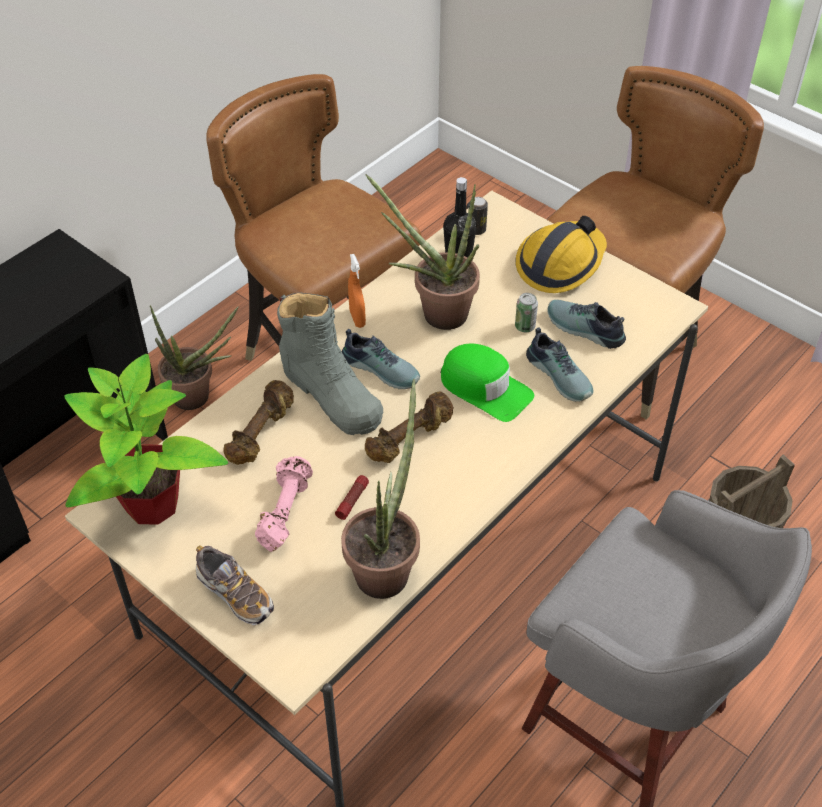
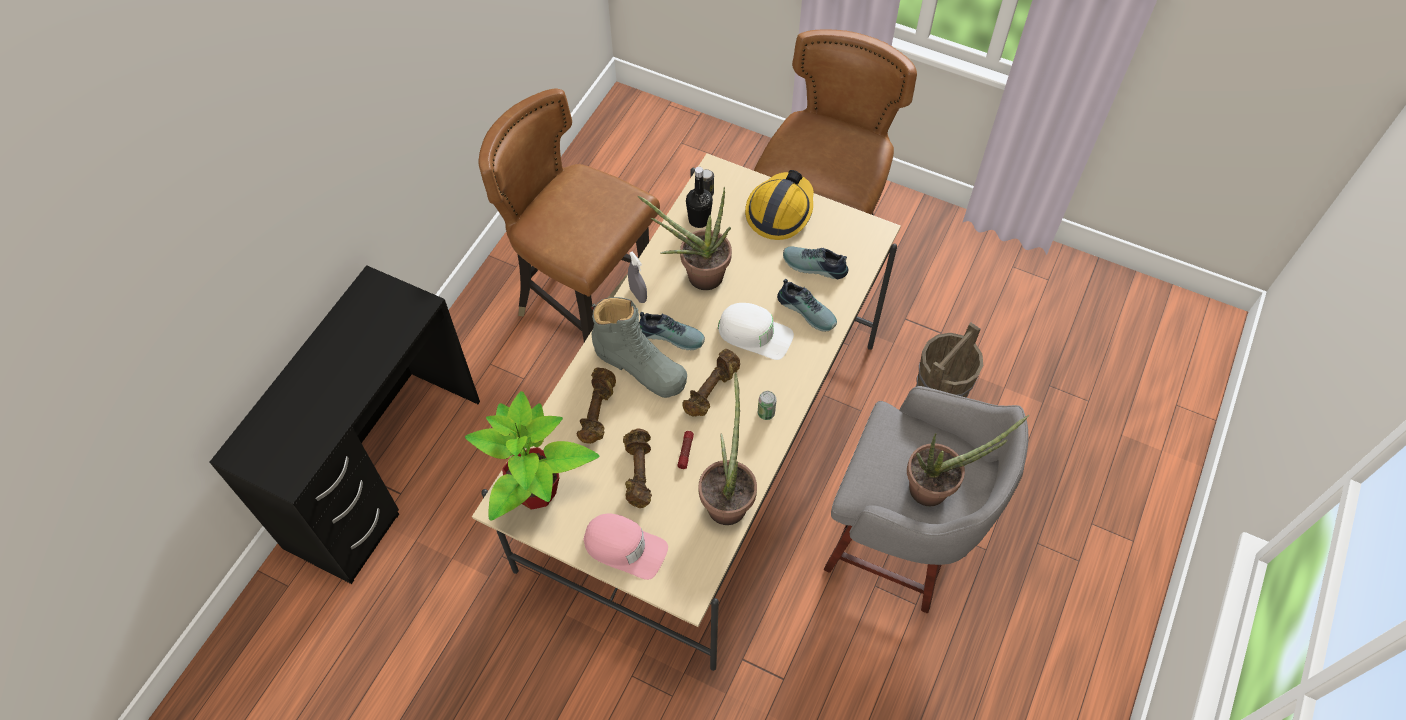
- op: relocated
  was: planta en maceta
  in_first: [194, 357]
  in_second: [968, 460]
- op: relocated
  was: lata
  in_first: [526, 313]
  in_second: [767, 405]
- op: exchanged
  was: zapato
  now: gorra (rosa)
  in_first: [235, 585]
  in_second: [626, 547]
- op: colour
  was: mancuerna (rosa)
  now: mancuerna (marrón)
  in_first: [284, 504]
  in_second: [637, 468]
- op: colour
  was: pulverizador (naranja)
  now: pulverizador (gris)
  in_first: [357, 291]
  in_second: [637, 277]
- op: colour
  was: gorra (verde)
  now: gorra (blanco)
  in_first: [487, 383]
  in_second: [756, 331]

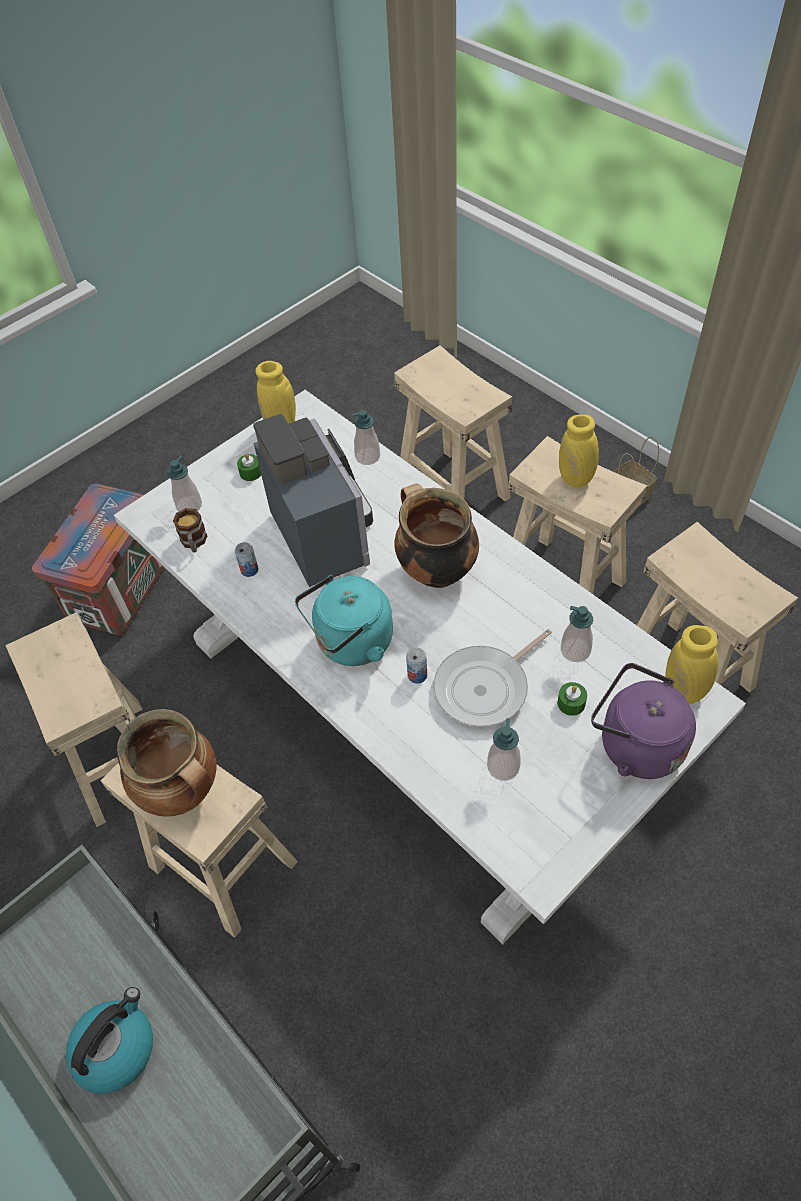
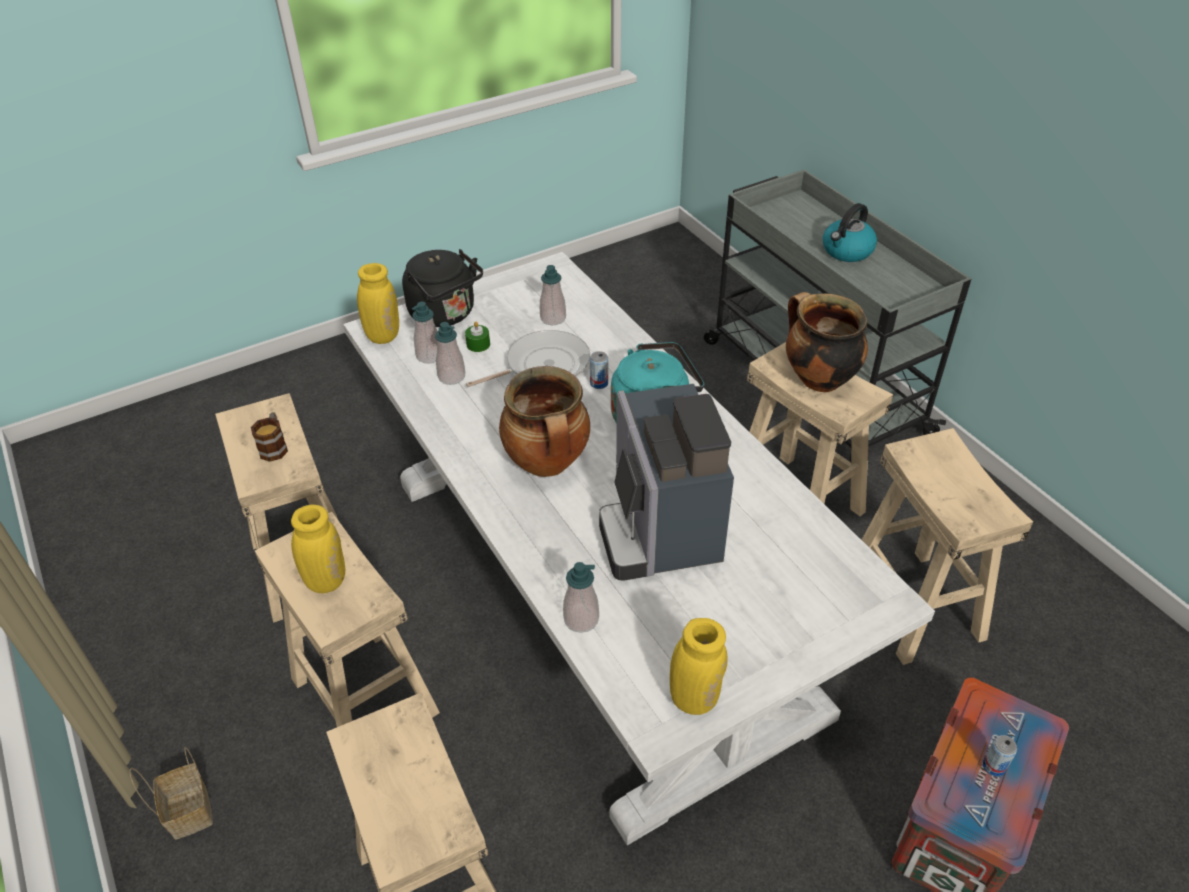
- op: missing
  was: vela (verde)
  in_first: [249, 467]
- op: relocated
  was: dispensador de jabón
  in_first: [184, 484]
  in_second: [425, 333]
- op: relocated
  was: taza grande
  in_first: [190, 530]
  in_second: [269, 437]
- op: relocated
  was: lata
  in_first: [246, 559]
  in_second: [1000, 756]
- op: colour
  was: hervidor (morado)
  now: hervidor (negro)
  in_first: [643, 721]
  in_second: [442, 288]

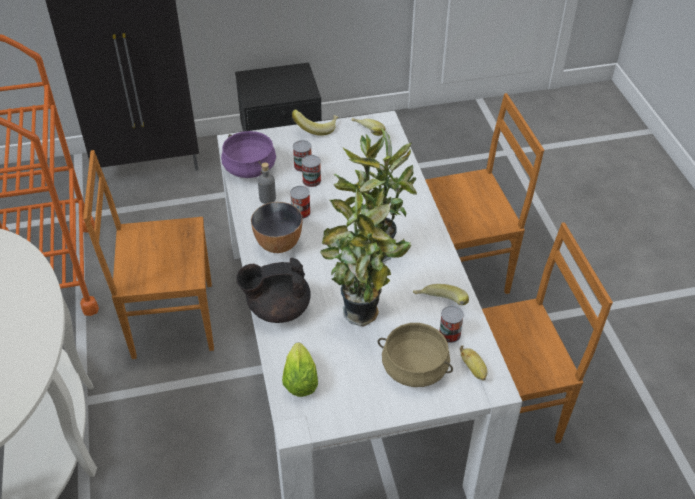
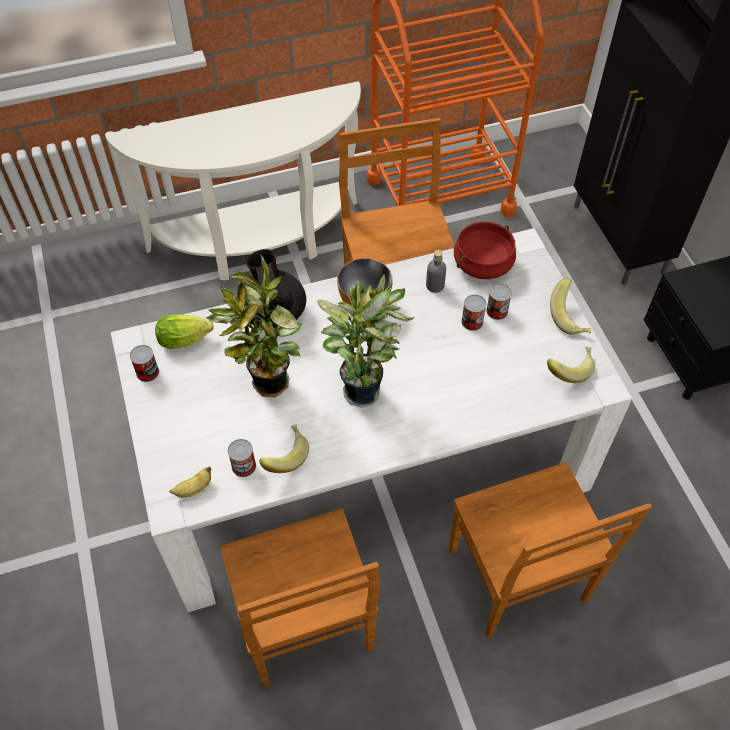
- op: missing
  was: olla (beis)
  in_first: [415, 355]
- op: relocated
  was: lata
  in_first: [300, 202]
  in_second: [144, 363]
- op: colour
  was: olla (morado)
  now: olla (rojo)
  in_first: [248, 154]
  in_second: [485, 250]

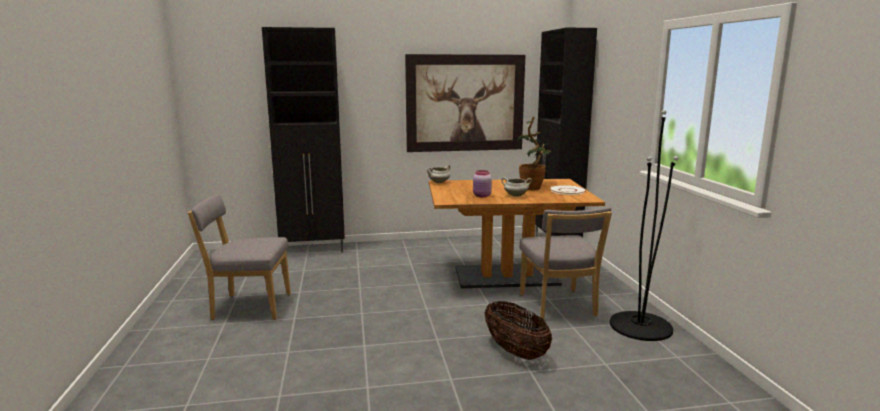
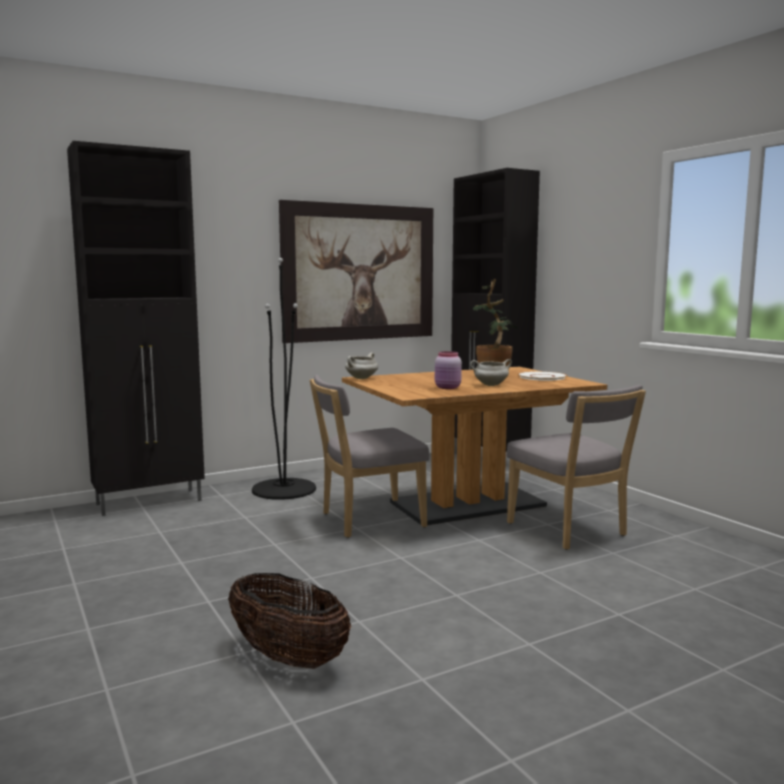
- op: relocated
  was: silla (gris)
  in_first: [239, 257]
  in_second: [369, 456]
- op: relocated
  was: cesta
  in_first: [518, 330]
  in_second: [289, 621]
- op: relocated
  was: lámpara de pie (negro)
  in_first: [644, 225]
  in_second: [284, 379]

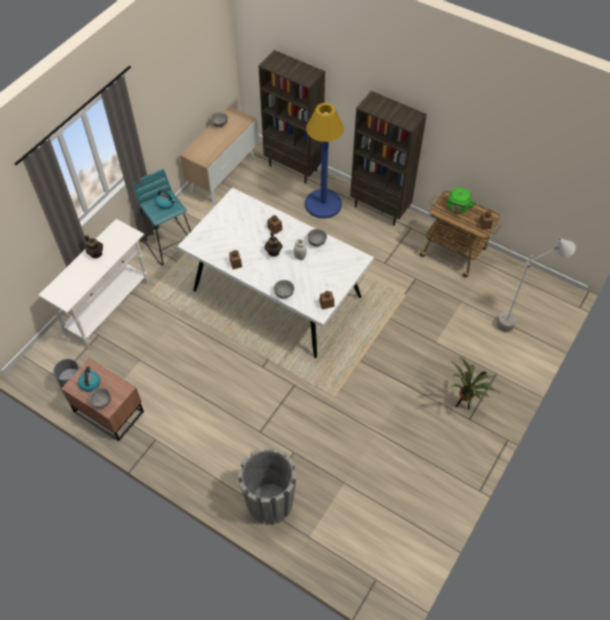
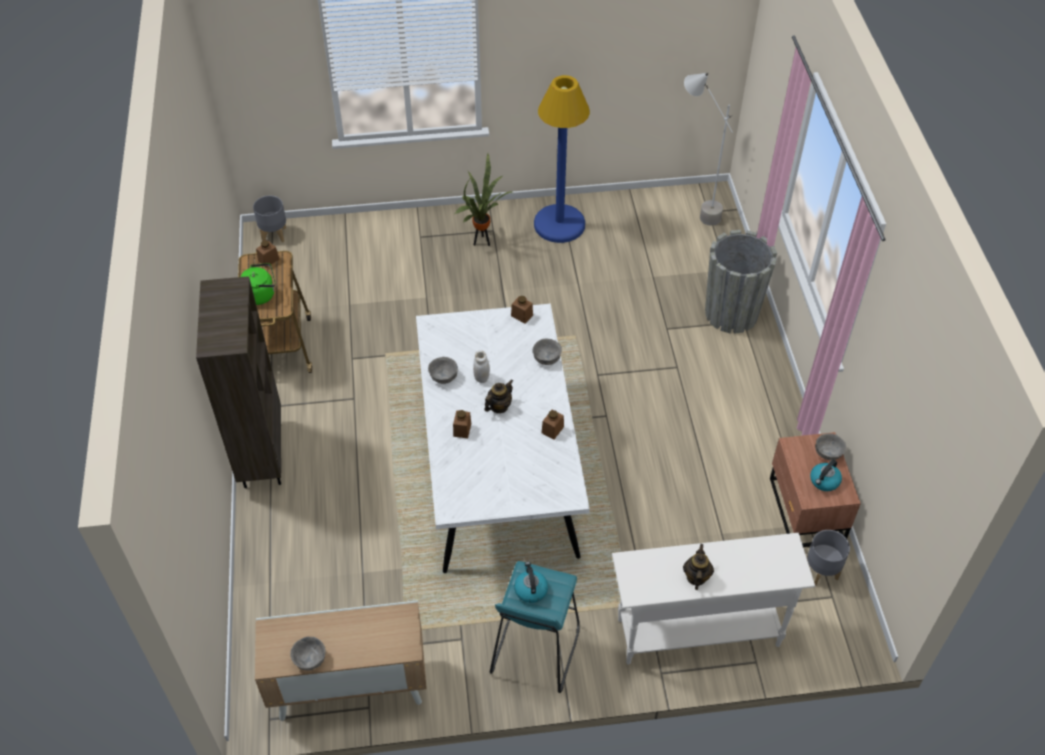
- op: missing
  was: estantería (marrón)
  in_first: [291, 116]
- op: appeared
  now: maceta (gris)
  in_second: [269, 219]
- op: relocated
  was: lámpara de pie (azul)
  in_first: [324, 161]
  in_second: [562, 159]
- op: relocated
  was: lámpara de pie (gris)
  in_first: [536, 285]
  in_second: [708, 149]

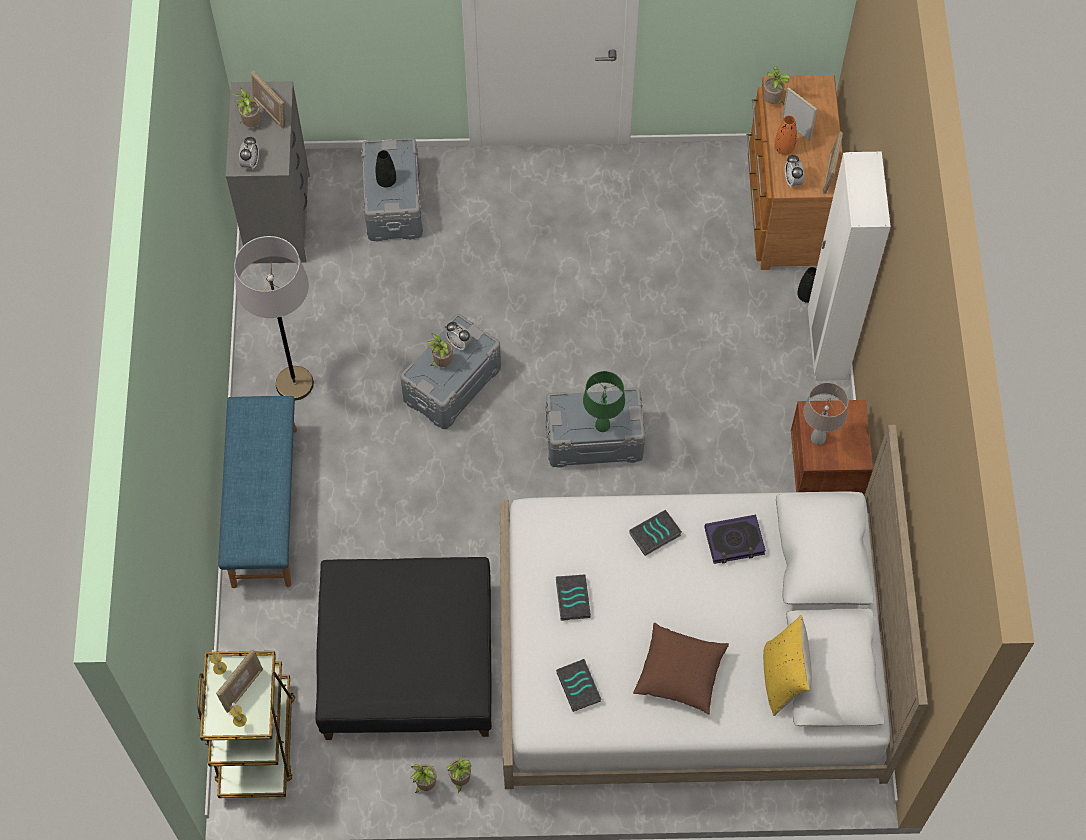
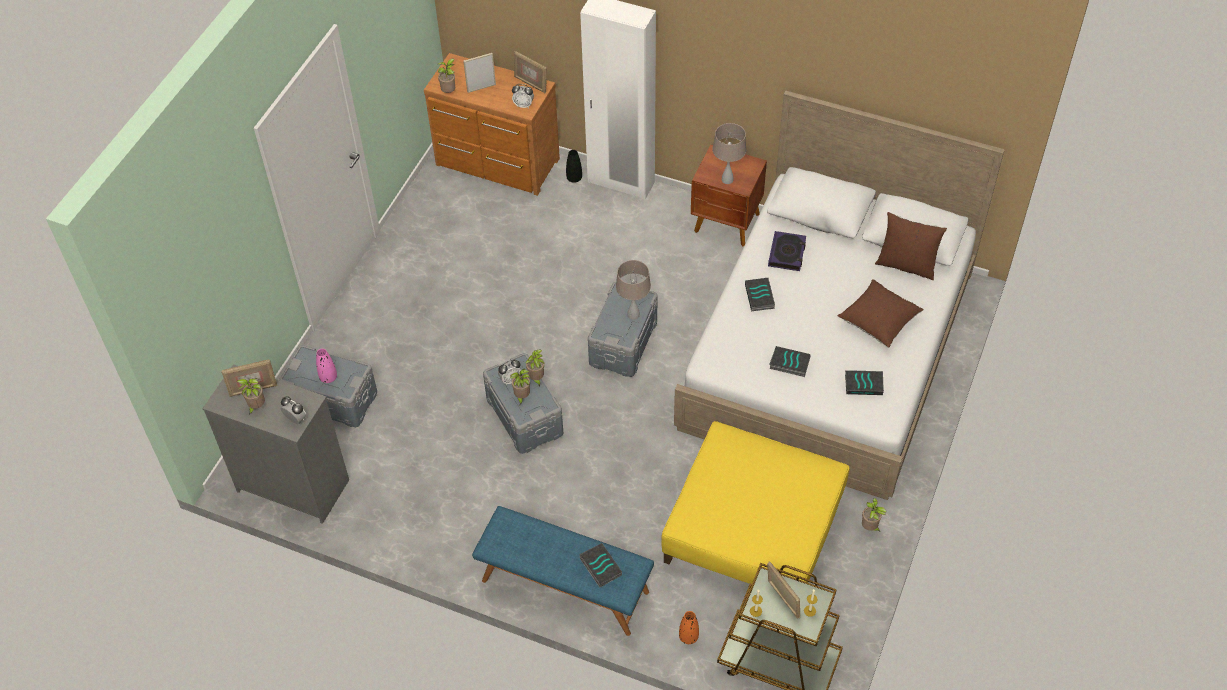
- op: missing
  was: lámpara de pie (gris)
  in_first: [274, 318]
- op: appeared
  now: libro
  in_second: [600, 565]
- op: relocated
  was: planta en maceta
  in_first: [423, 778]
  in_second: [535, 368]
- op: relocated
  was: florero (naranja)
  in_first: [785, 135]
  in_second: [689, 627]
- op: colour
  was: puf (negro)
  now: puf (amarillo)
  in_first: [403, 648]
  in_second: [755, 502]
- op: colour
  was: florero (negro)
  now: florero (rosa)
  in_first: [386, 169]
  in_second: [326, 366]
- op: colour
  was: lámpara de mesa (verde)
  now: lámpara de mesa (beis)
  in_first: [604, 401]
  in_second: [633, 290]
- op: colour
  was: cojín (amarillo)
  now: cojín (marrón)
  in_first: [787, 665]
  in_second: [911, 246]

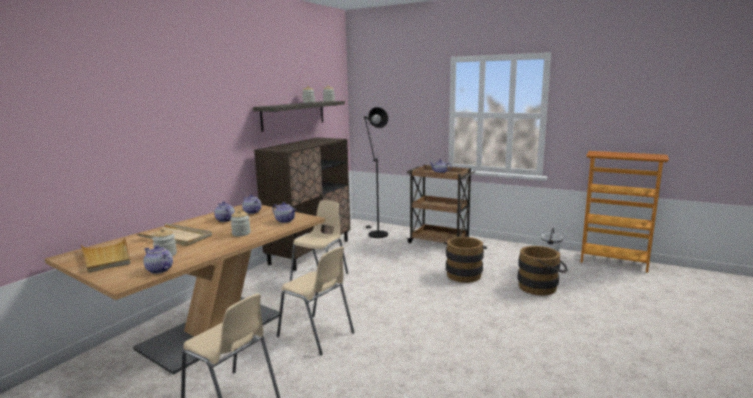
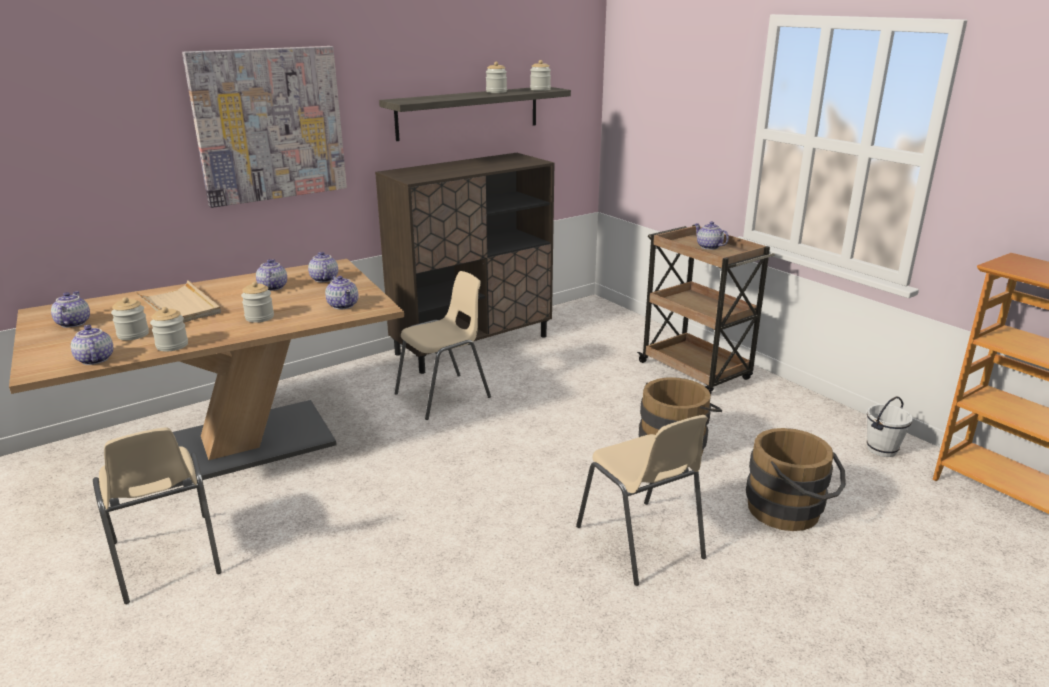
- op: missing
  was: lámpara de pie (negro)
  in_first: [375, 172]
- op: appeared
  now: tarro
  in_second: [169, 329]
- op: appeared
  now: cuadro
  in_second: [264, 127]
- op: relocated
  was: silla (beis)
  in_first: [316, 300]
  in_second: [642, 500]
- op: exchanged
  was: bandeja (beis)
  now: tetera
  in_first: [105, 255]
  in_second: [70, 309]

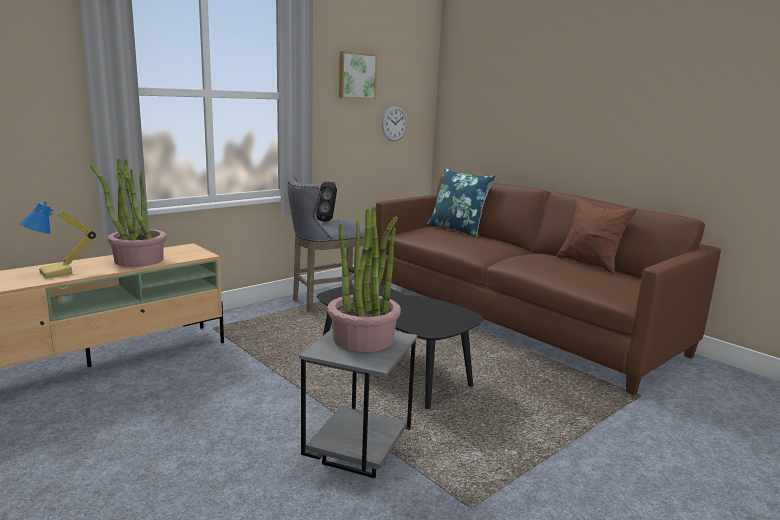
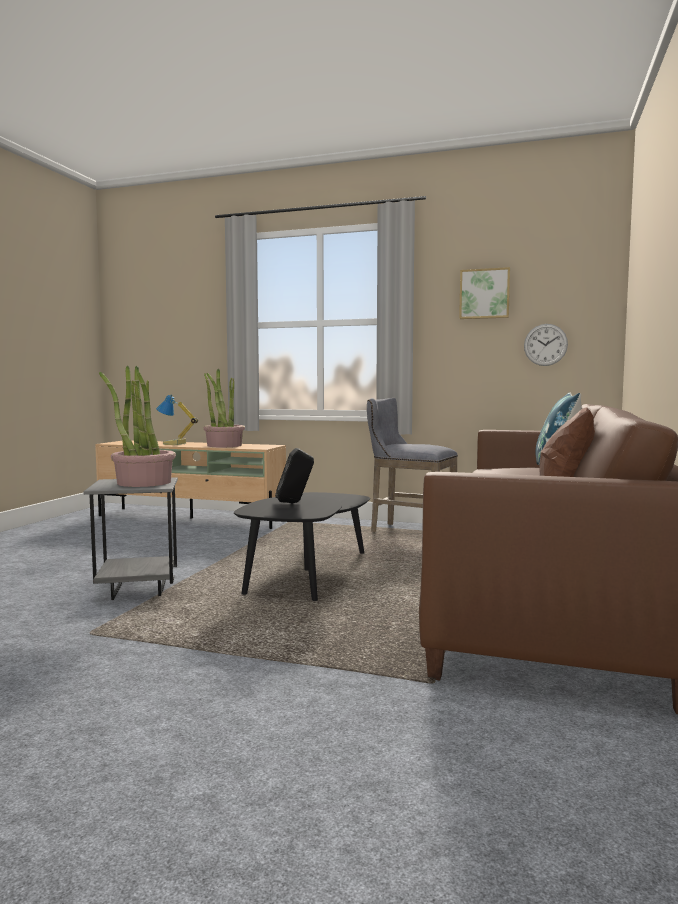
- op: relocated
  was: altavoz (negro)
  in_first: [326, 202]
  in_second: [294, 475]

